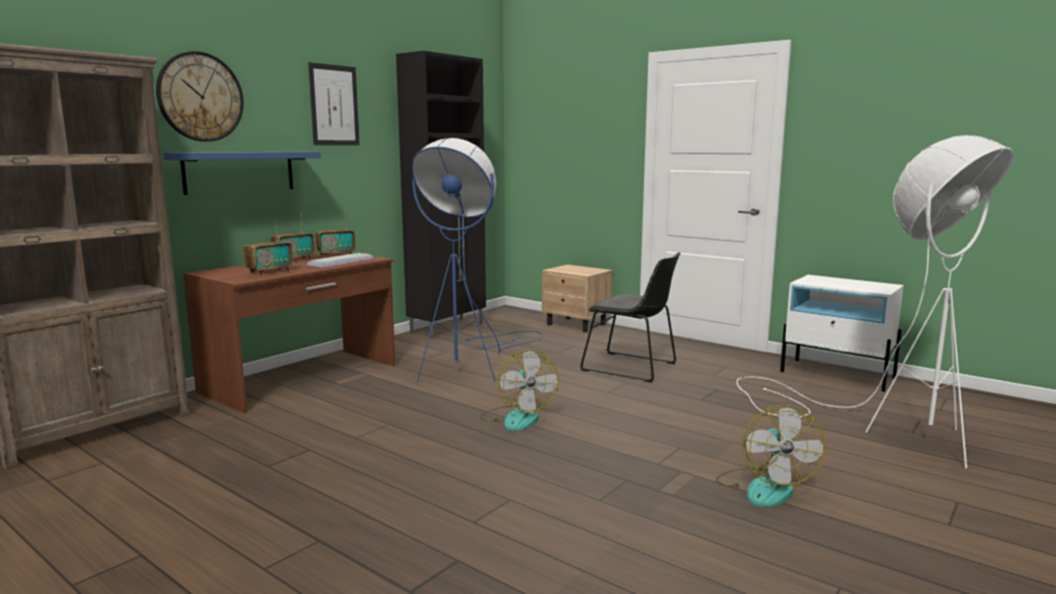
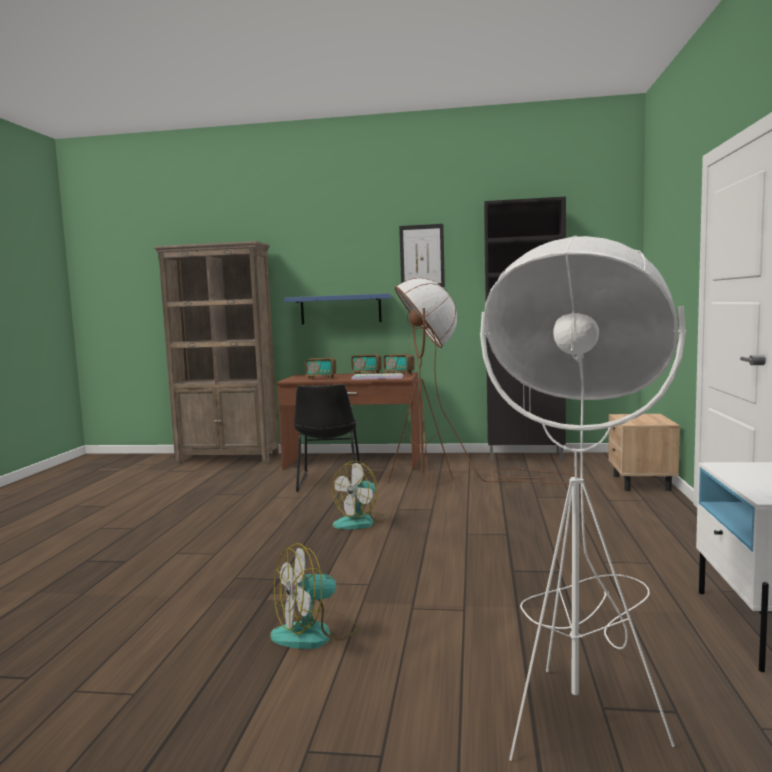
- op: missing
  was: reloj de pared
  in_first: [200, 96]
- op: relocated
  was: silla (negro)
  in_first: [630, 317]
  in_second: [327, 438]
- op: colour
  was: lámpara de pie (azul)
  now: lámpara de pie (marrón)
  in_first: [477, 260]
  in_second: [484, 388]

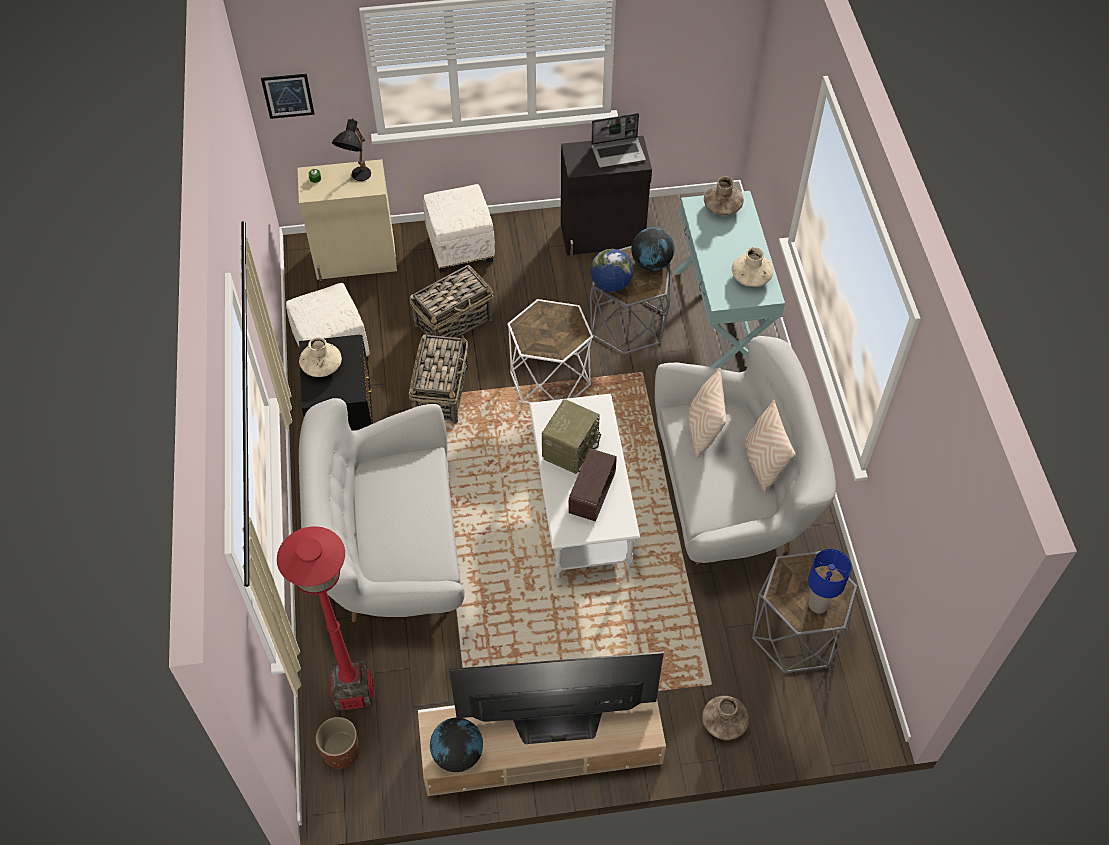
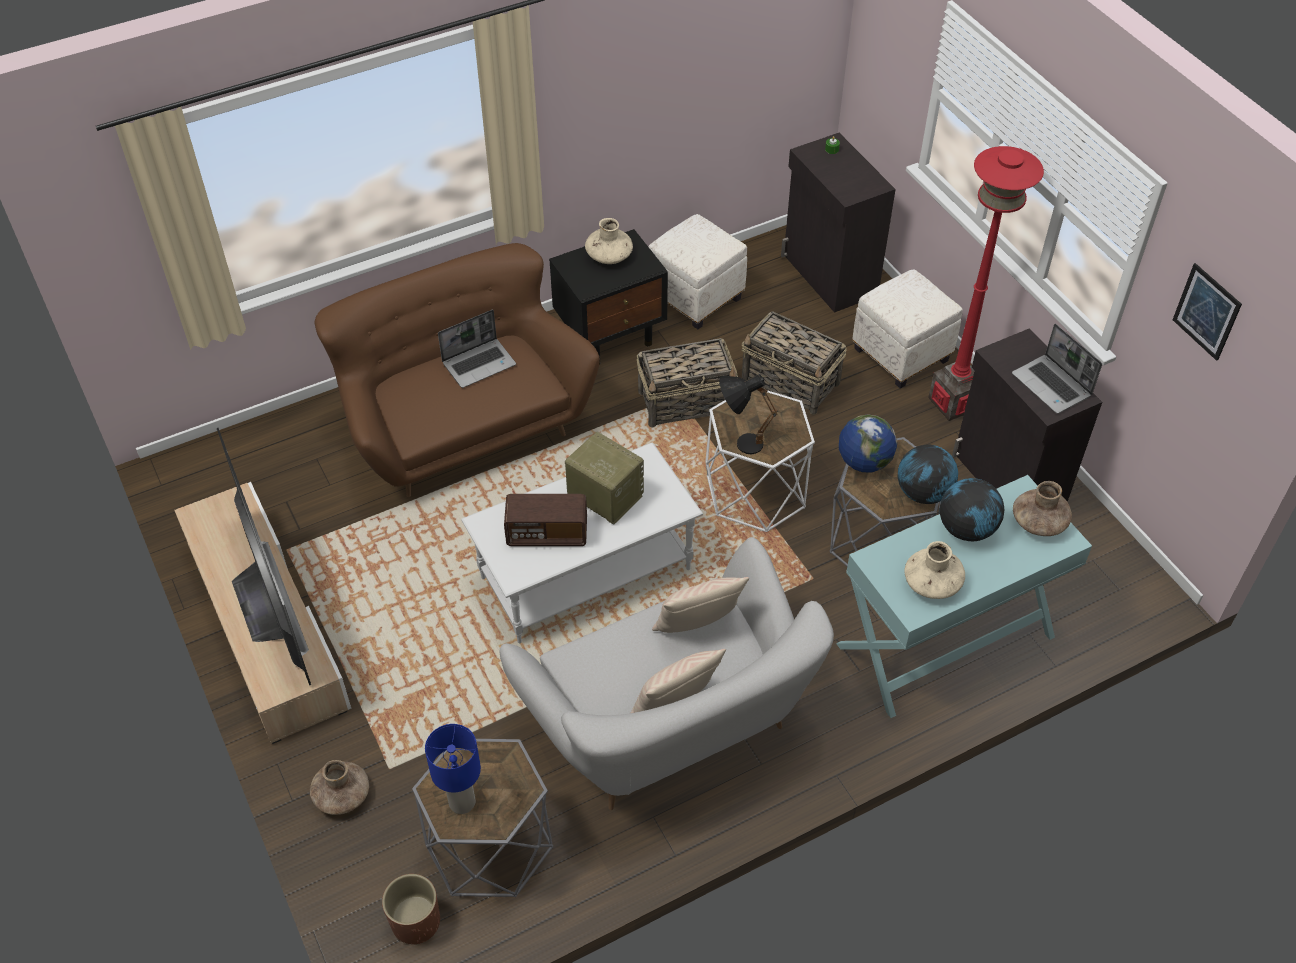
- op: appeared
  now: portátil
  in_second: [477, 349]
- op: relocated
  was: cuadro
  in_first: [288, 96]
  in_second: [1207, 312]
- op: relocated
  was: lámpara de pie (rojo)
  in_first: [325, 618]
  in_second: [986, 283]
- op: relocated
  was: maceta (marrón)
  in_first: [338, 743]
  in_second: [411, 909]
- op: relocated
  was: lámpara de mesa (negro)
  in_first: [351, 150]
  in_second: [748, 414]
- op: relocated
  was: globo terráqueo
  in_first: [456, 745]
  in_second: [972, 509]
- op: colour
  was: armario (beis)
  now: armario (negro)
  in_first: [347, 220]
  in_second: [838, 223]
- op: colour
  was: sofá (blanco)
  now: sofá (marrón)
  in_first: [382, 510]
  in_second: [457, 370]
- op: spun
  was: radio
  in_first: [571, 436]
  in_second: [604, 478]
  clockwise: -150

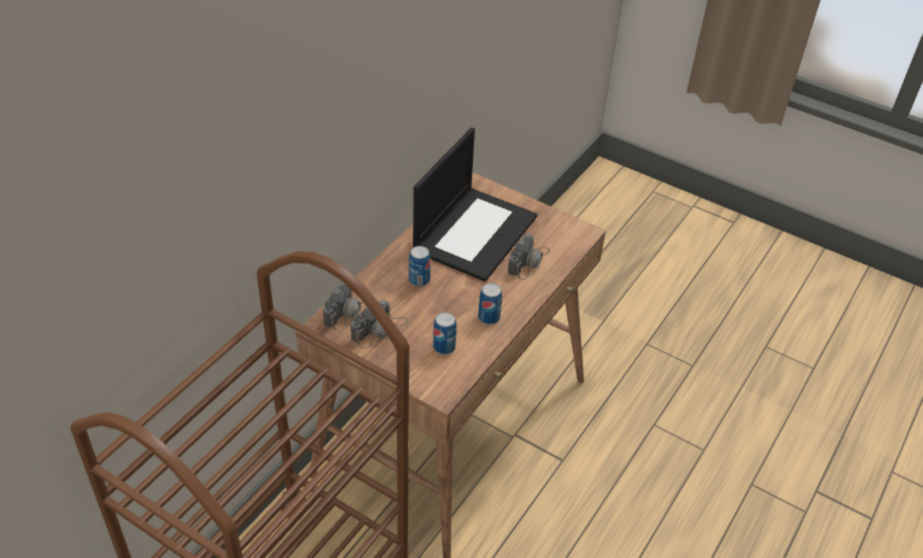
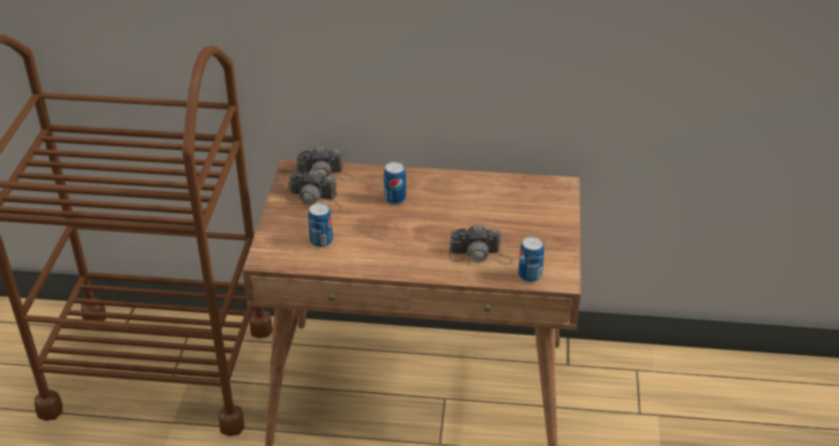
- op: missing
  was: portátil
  in_first: [475, 205]
- op: relocated
  was: lata
  in_first: [490, 304]
  in_second: [531, 259]

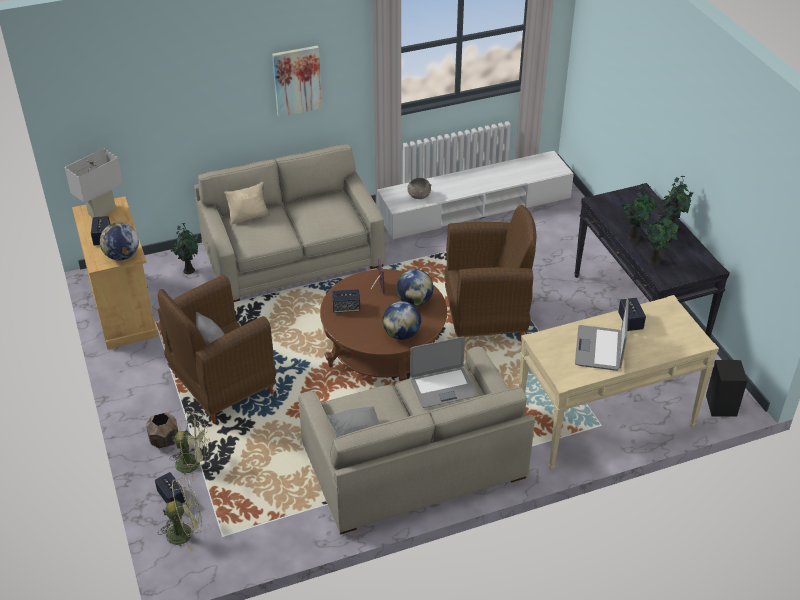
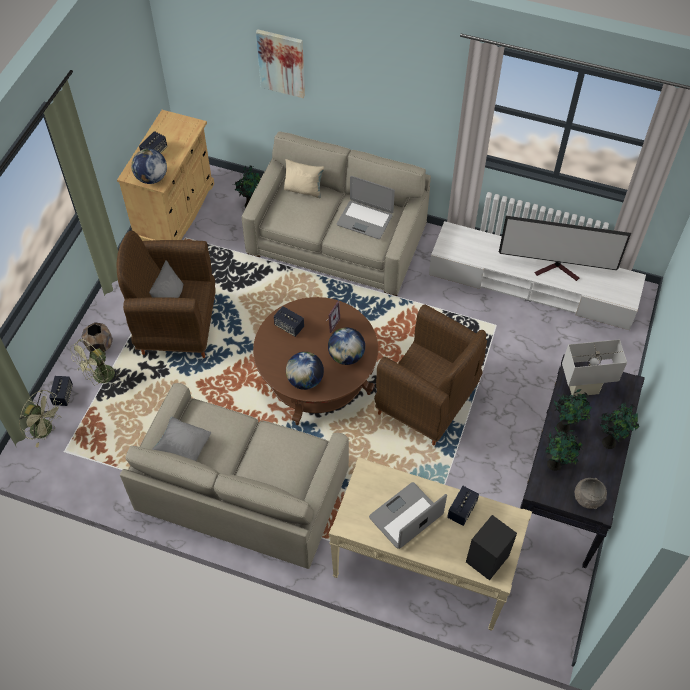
- op: appeared
  now: televisor
  in_second: [565, 248]
- op: relocated
  was: lámpara de mesa (blanco)
  in_first: [94, 183]
  in_second: [594, 368]
- op: relocated
  was: cuadro
  in_first: [297, 81]
  in_second: [280, 63]
- op: relocated
  was: cuenco (gris)
  in_first: [419, 188]
  in_second: [591, 493]
- op: relocated
  was: portátil
  in_first: [443, 372]
  in_second: [366, 207]
- op: relocated
  was: altavoz (negro)
  in_first: [726, 388]
  in_second: [491, 548]
- op: spun
  was: ventilador (verde)
  in_first: [190, 446]
  in_second: [95, 362]
  clockwise: 90

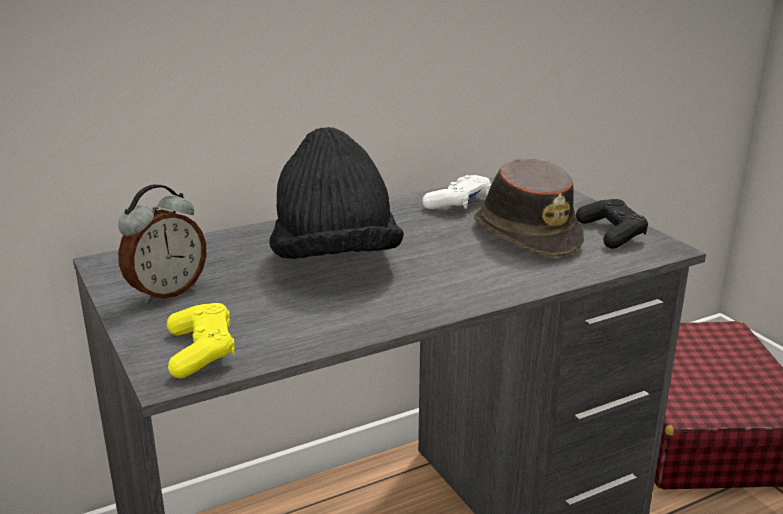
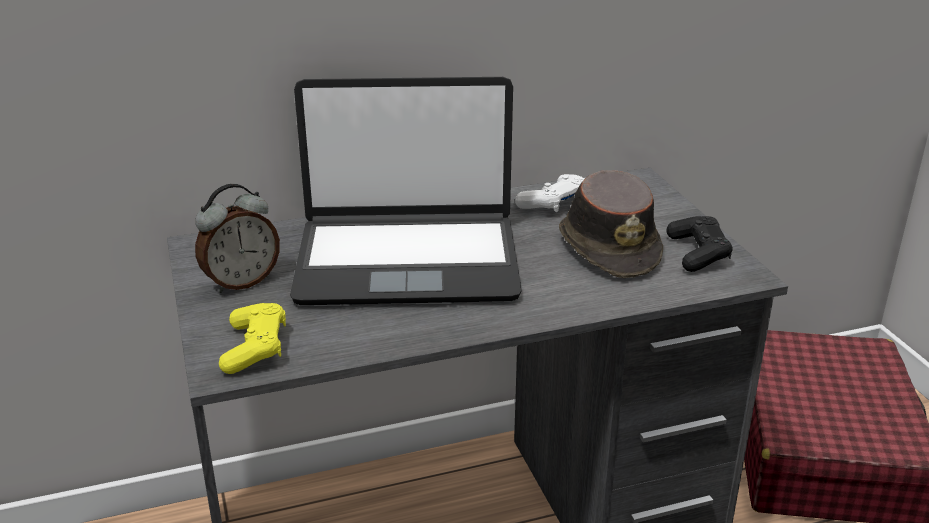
- op: exchanged
  was: sombrero (negro)
  now: portátil
  in_first: [336, 193]
  in_second: [406, 191]

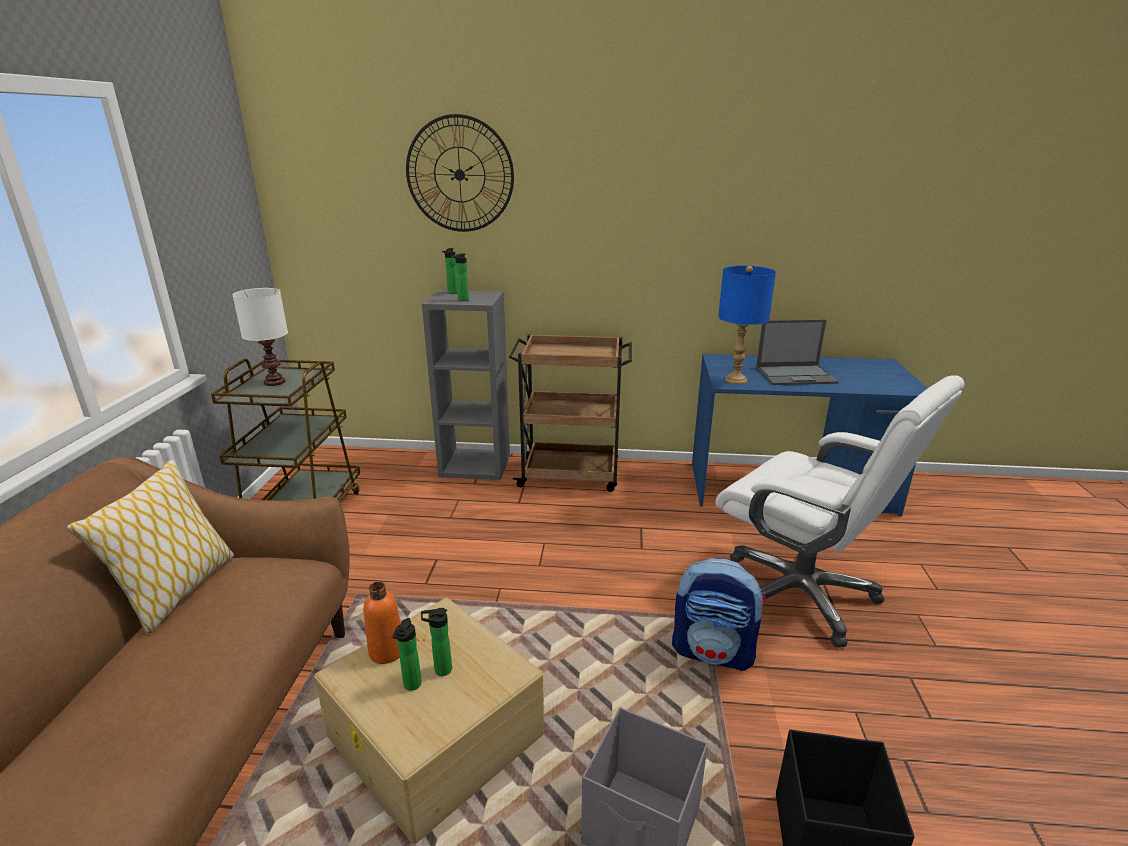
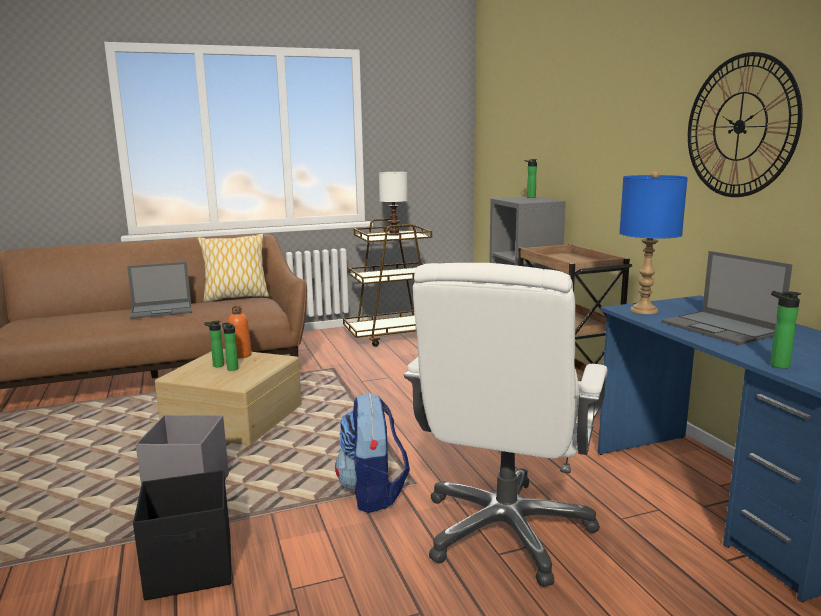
- op: appeared
  now: portátil
  in_second: [159, 290]
- op: relocated
  was: reloj de pared
  in_first: [460, 173]
  in_second: [745, 124]
- op: relocated
  was: botella
  in_first: [460, 277]
  in_second: [785, 330]

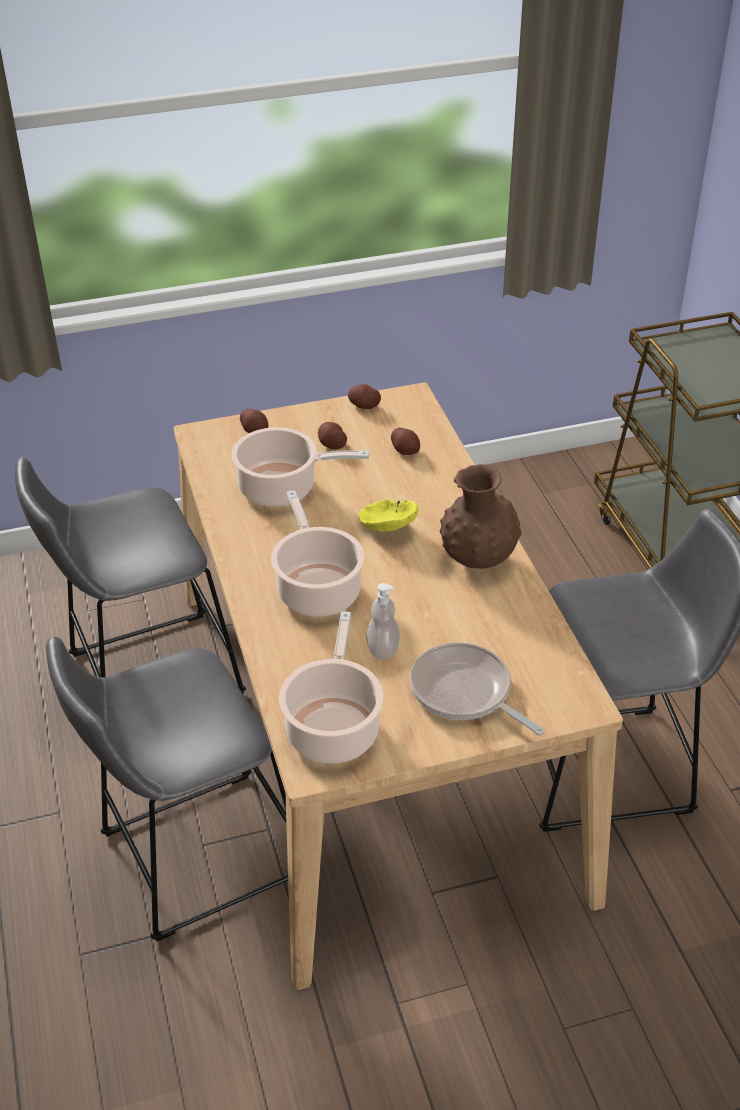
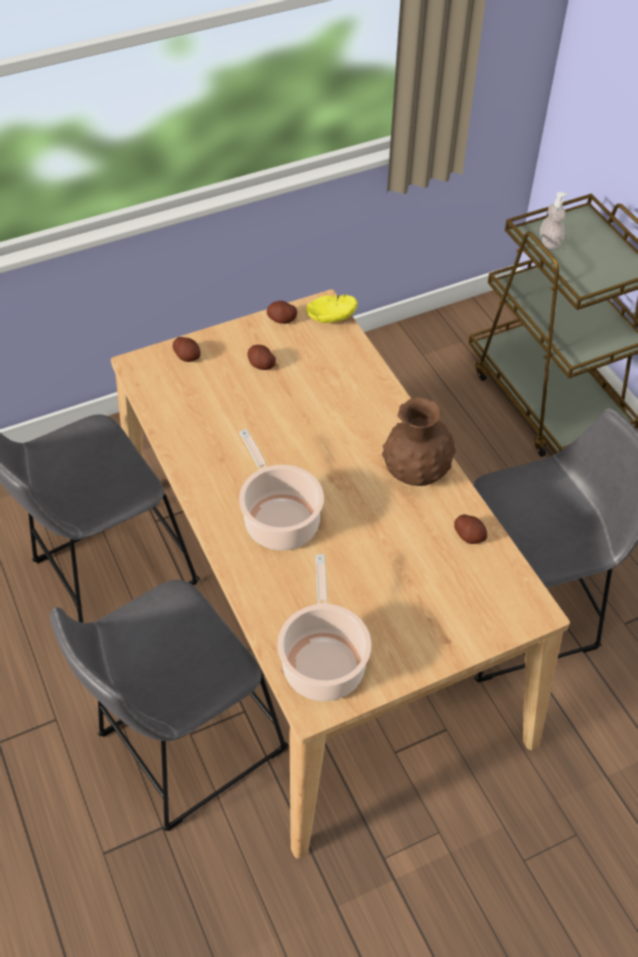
- op: missing
  was: olla
  in_first: [300, 467]
- op: missing
  was: sartén
  in_first: [477, 689]
- op: relocated
  was: cuenco (amarillo)
  in_first: [388, 515]
  in_second: [332, 309]
- op: relocated
  was: dispensador de jabón
  in_first: [383, 621]
  in_second: [554, 220]
- op: relocated
  was: patata
  in_first: [405, 441]
  in_second: [470, 529]

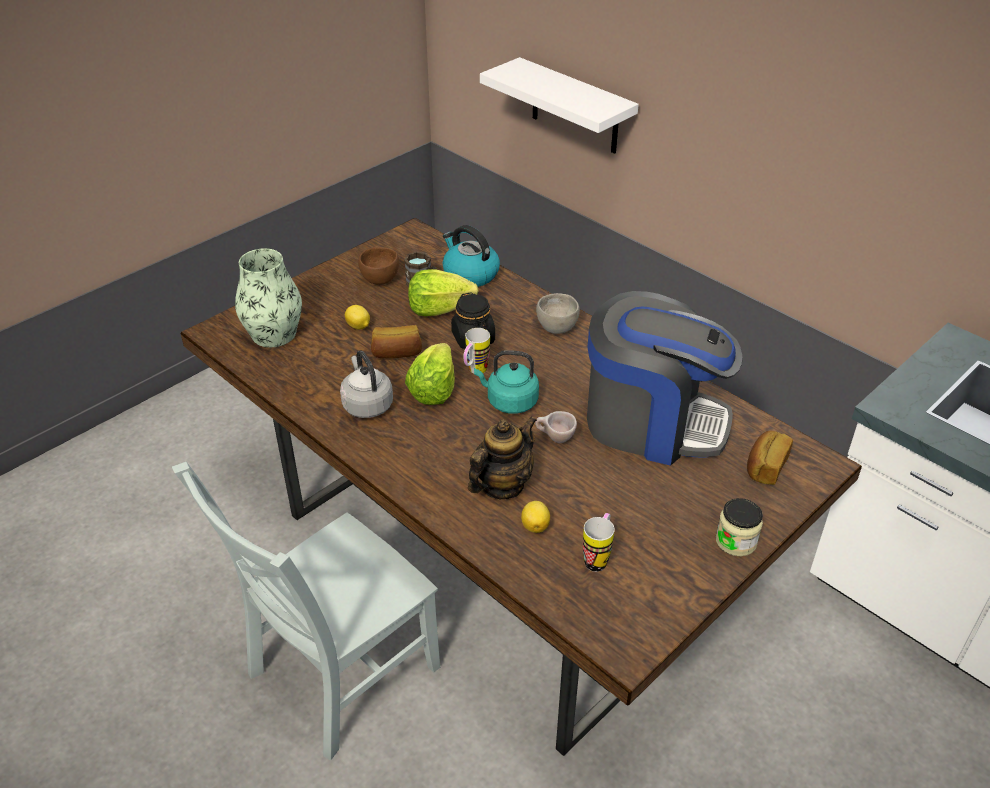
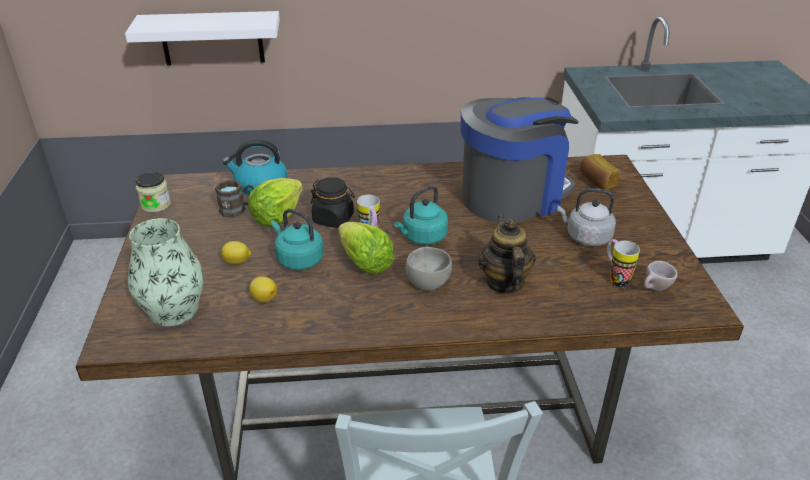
- op: missing
  was: cuenco (marrón)
  in_first: [378, 266]
- op: relocated
  was: hervidor (gris)
  in_first: [366, 384]
  in_second: [586, 217]
- op: relocated
  was: limón
  in_first: [535, 517]
  in_second: [263, 289]
- op: relocated
  was: taza (beis)
  in_first: [556, 427]
  in_second: [661, 276]
- op: relocated
  was: cuenco (gris)
  in_first: [558, 313]
  in_second: [428, 268]
- op: relocated
  was: tarro
  in_first: [739, 527]
  in_second: [153, 192]
- op: exchanged
  was: pan
  now: hervidor (turquesa)
  in_first: [396, 341]
  in_second: [297, 239]

